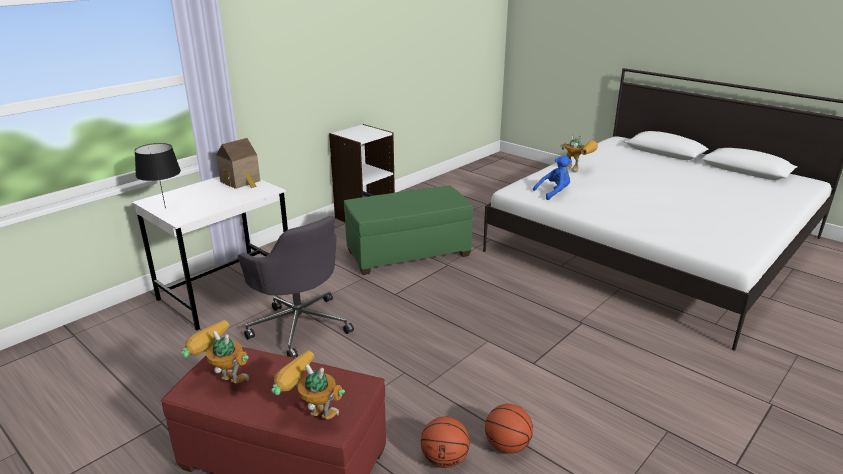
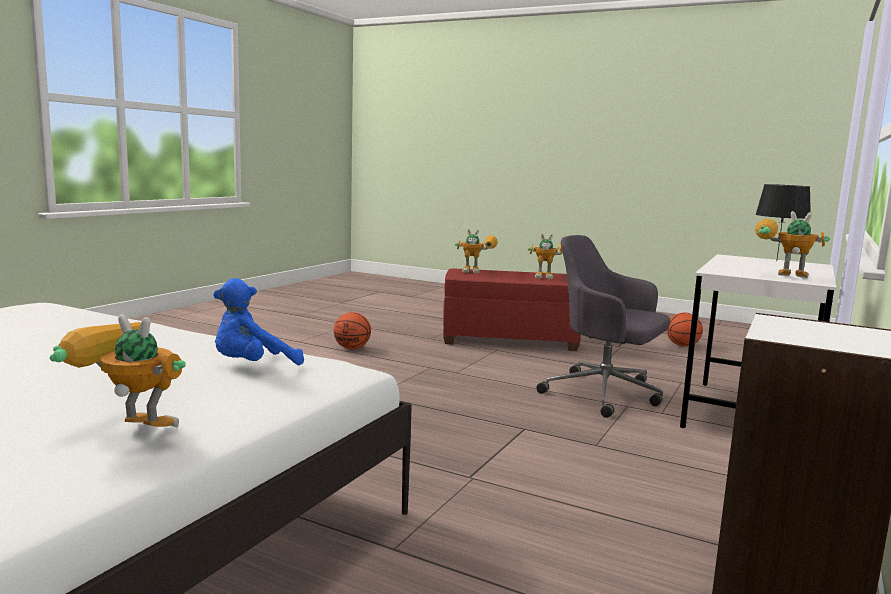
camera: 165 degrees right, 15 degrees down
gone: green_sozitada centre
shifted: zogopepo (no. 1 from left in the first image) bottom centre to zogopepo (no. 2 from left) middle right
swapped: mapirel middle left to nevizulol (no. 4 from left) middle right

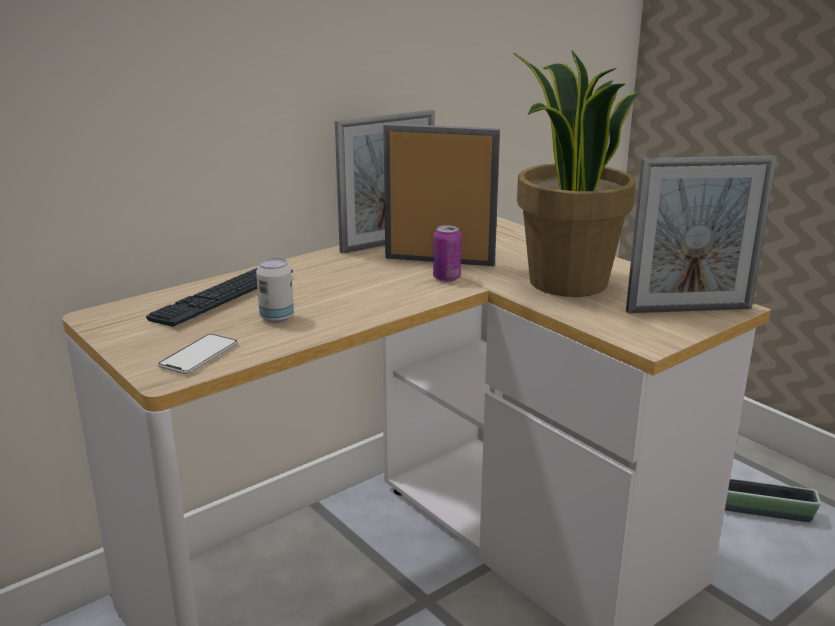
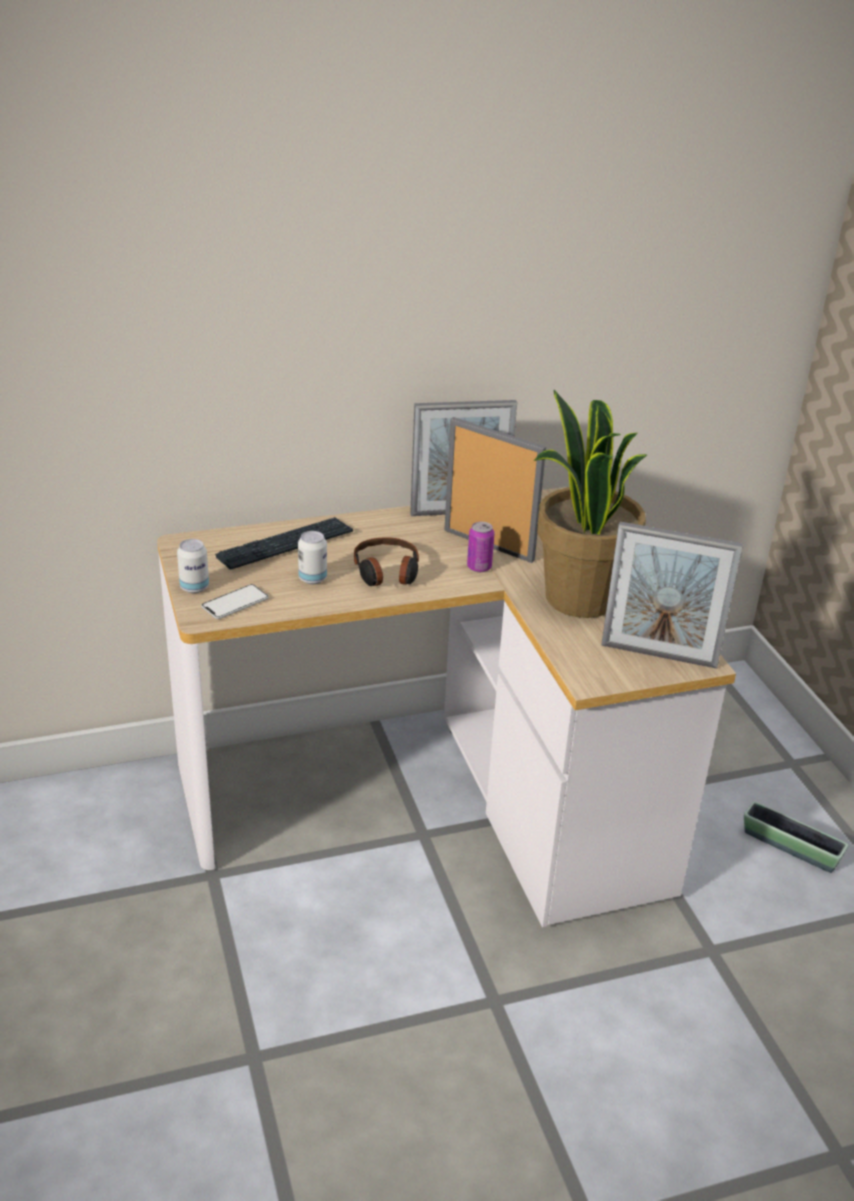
camera: 20 degrees right, 10 degrees up
new: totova (no. 1 from left) middle left; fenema centre

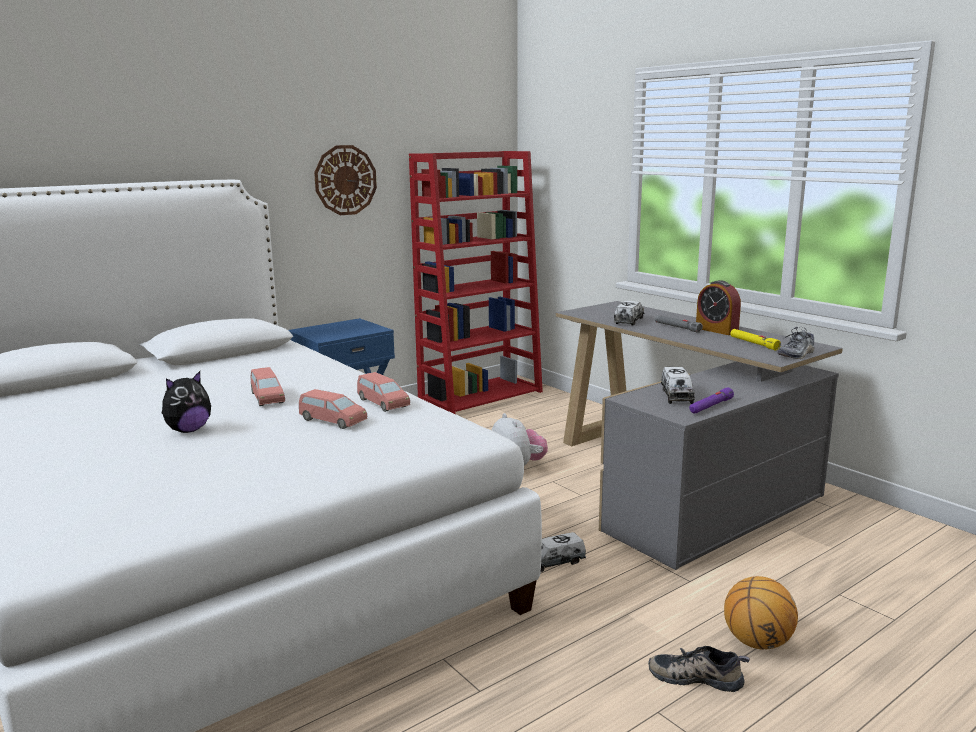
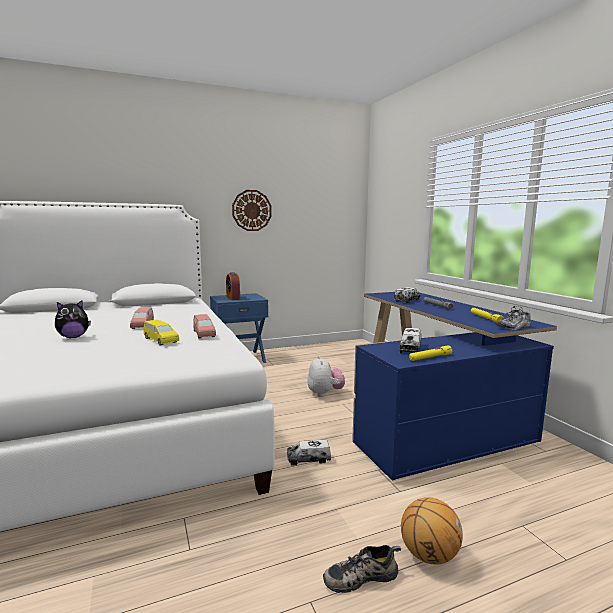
camera: 15 degrees right, 5 degrees down
gone: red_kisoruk centre
shifted: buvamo middle right to centre
repainted: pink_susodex (no. 2 from left) centre to yellow_susodex middle left; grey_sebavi middle right to blue_sebavi middle right; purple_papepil middle right to yellow_papepil (no. 1 from left) middle right
rotated: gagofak (no. 1 from left) bottom right = bottom centre 45 degrees counterclockwise

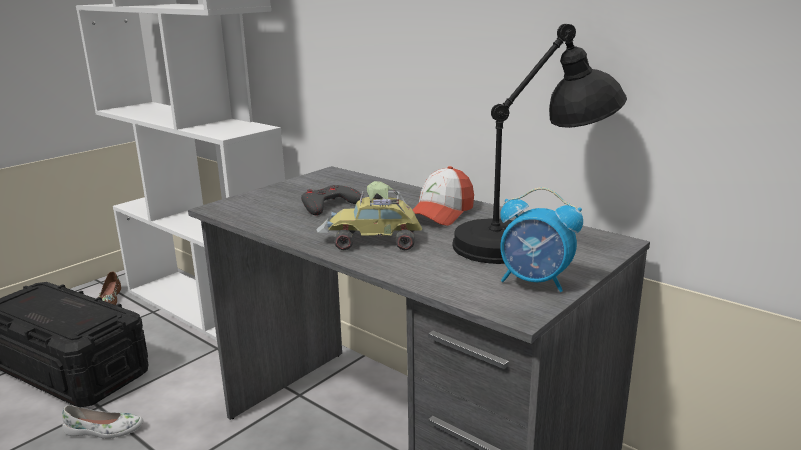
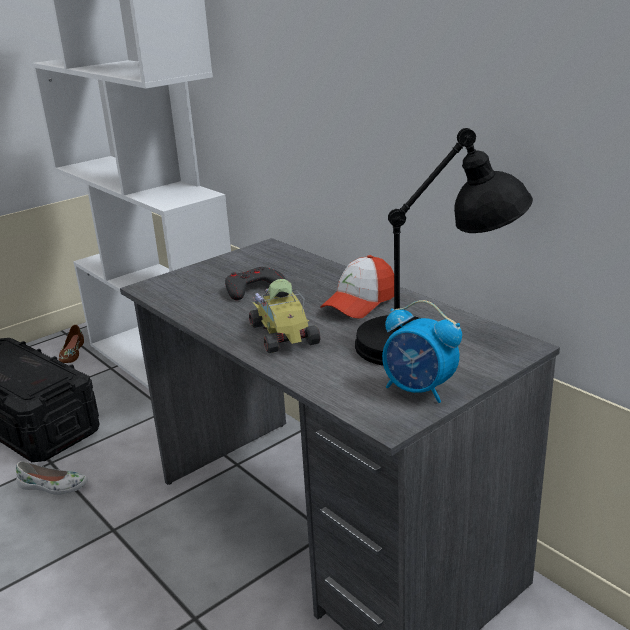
camera: 10 degrees right, 5 degrees up
rotated: susodex centre = centre 60 degrees clockwise

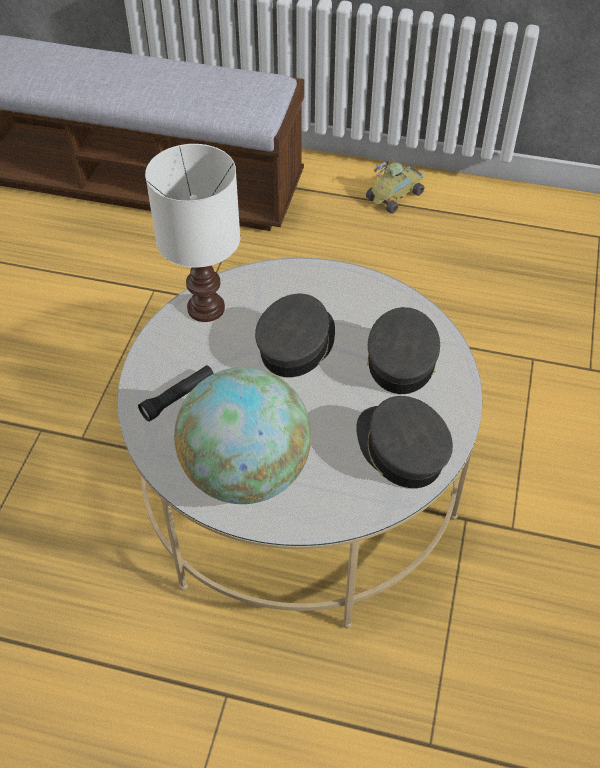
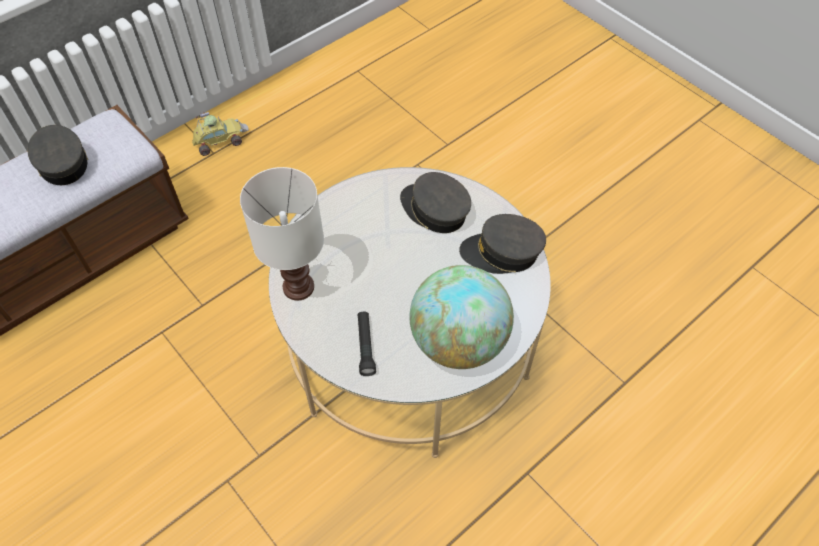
camera: 55 degrees left, 5 degrees up
shifted: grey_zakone (no. 1 from left) centre to top left
rotated: susodex top centre = top left 75 degrees clockwise

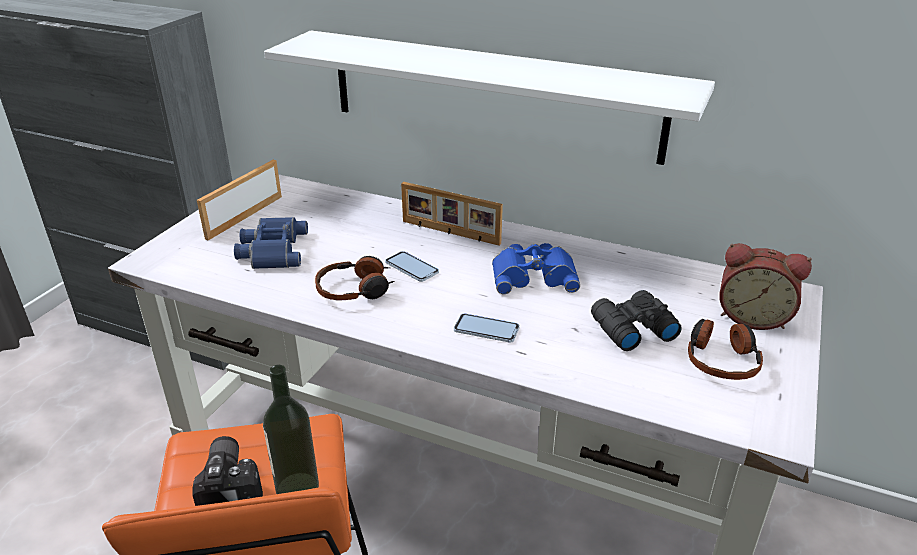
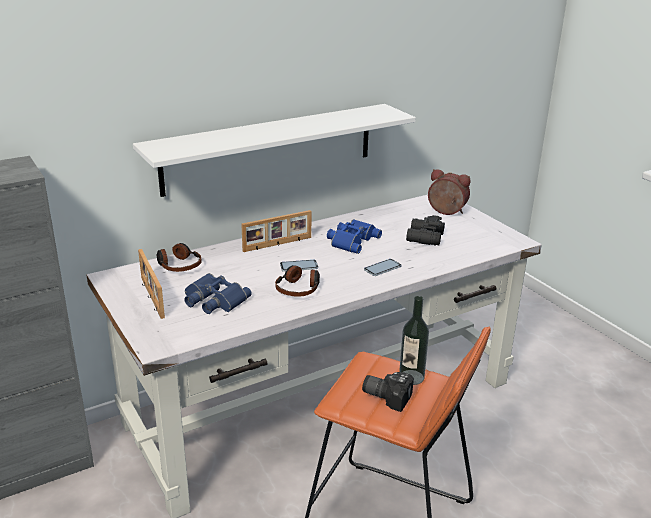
camera: 55 degrees left, 5 degrees down
shifted: fenema (no. 2 from left in the first image) middle right to fenema (no. 1 from left) middle left
rotated: buvamo middle right = middle right 120 degrees counterclockwise

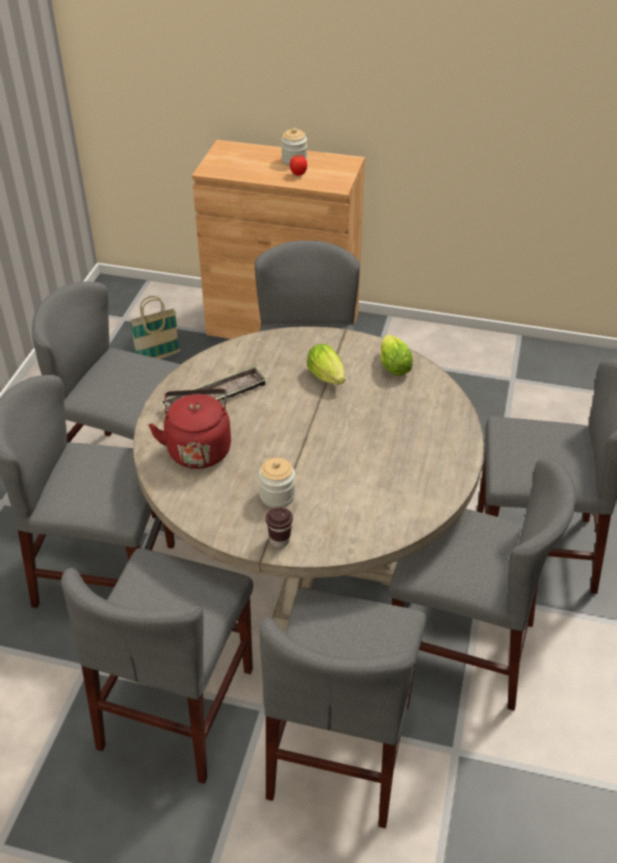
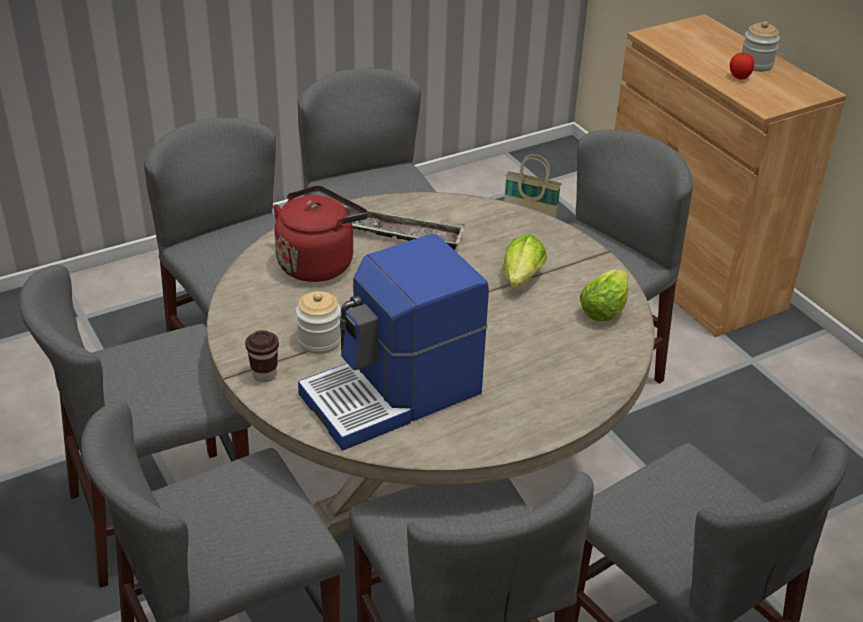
camera: 45 degrees right, 5 degrees down
new: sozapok centre

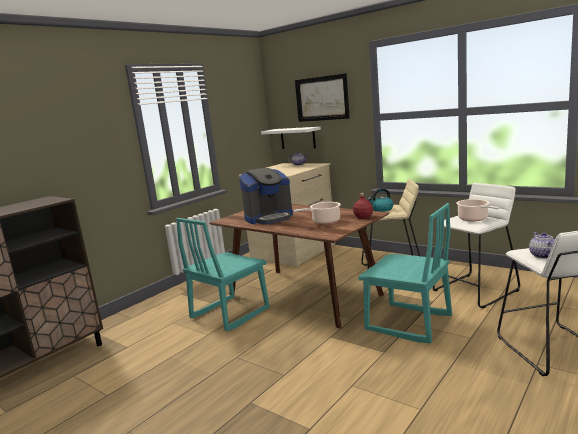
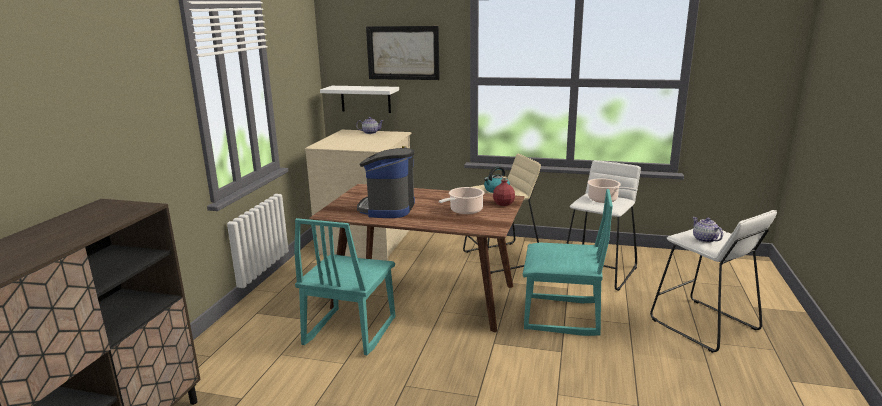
camera: 25 degrees left, 5 degrees up
rotated: sozapok centre = centre 150 degrees clockwise

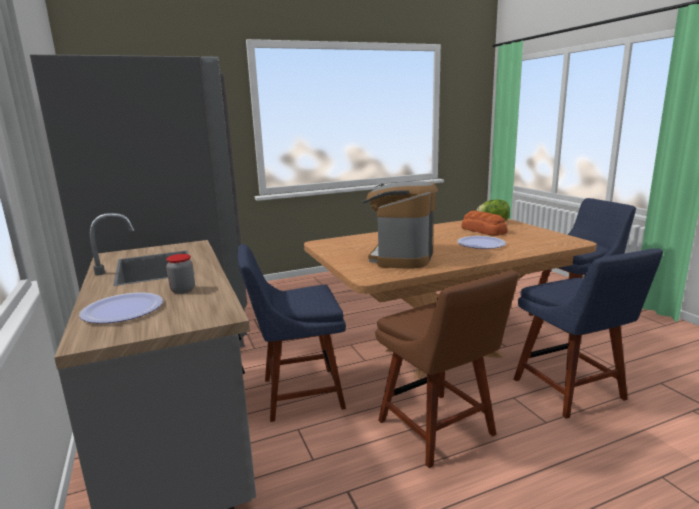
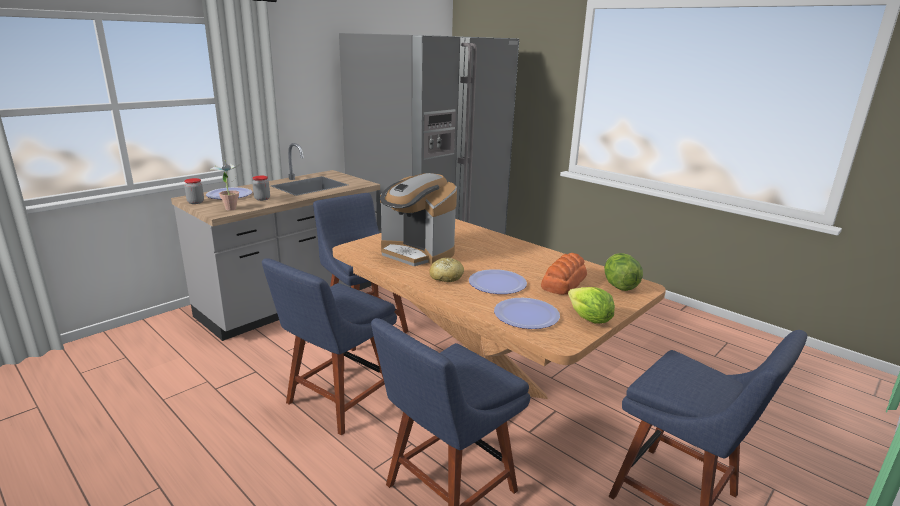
camera: 65 degrees right, 5 degrees up
new: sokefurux (no. 1 from left) middle left; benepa middle left; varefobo (no. 1 from left) centre; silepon (no. 3 from left) centre; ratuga (no. 1 from left) centre
repainted: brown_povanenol bottom centre to blue_povanenol (no. 1 from left) bottom centre
rotated: sozapok centre = centre 135 degrees counterclockwise

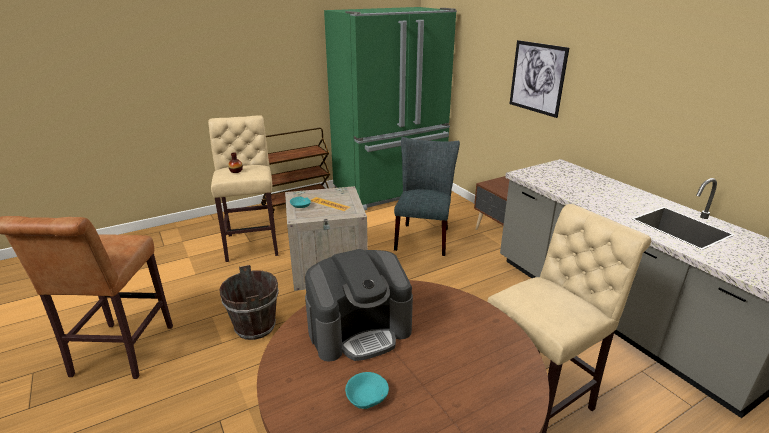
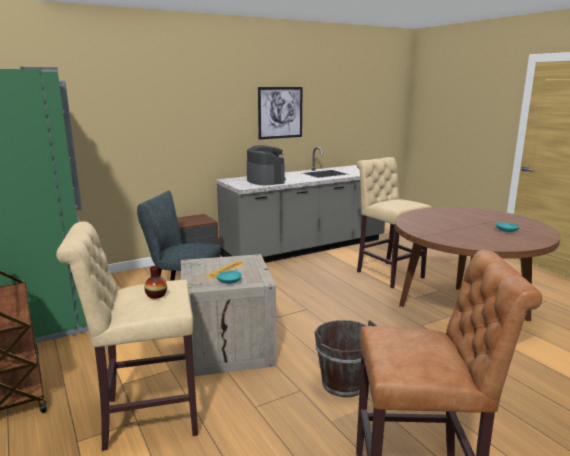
camera: 90 degrees left, 10 degrees down
shifted: sozapok bottom centre to centre; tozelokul top right to top centre

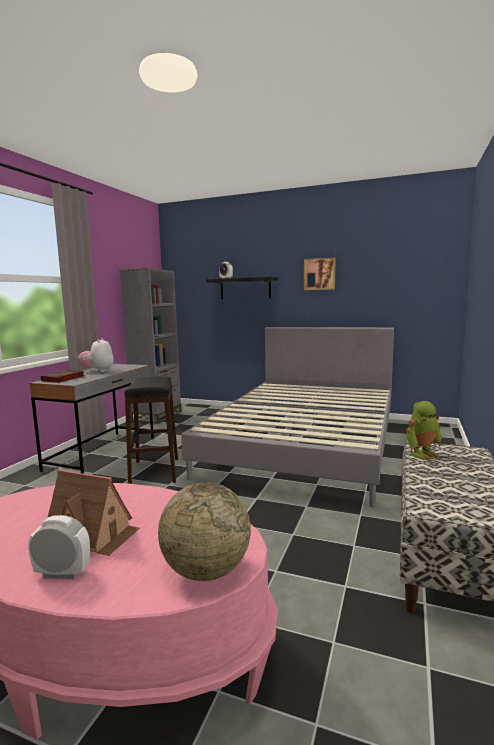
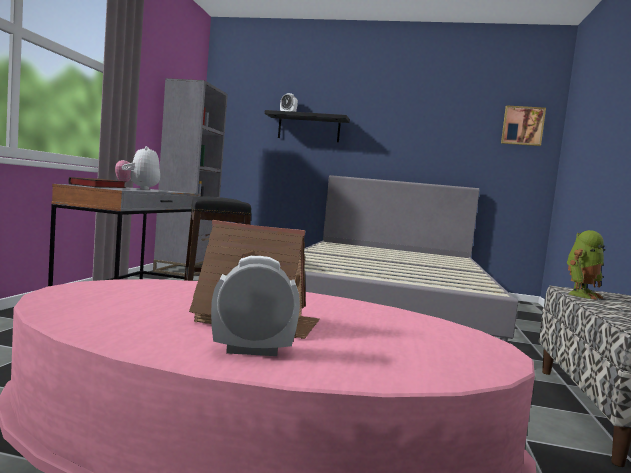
camera: 10 degrees left, 5 degrees down
gone: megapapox bottom centre
shifted: tozelokul centre to top right

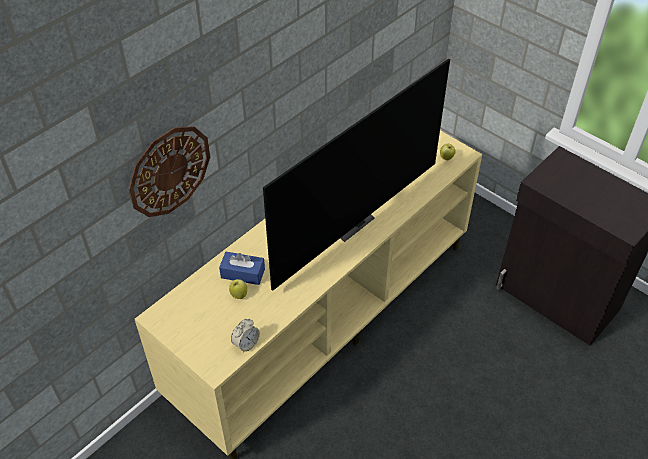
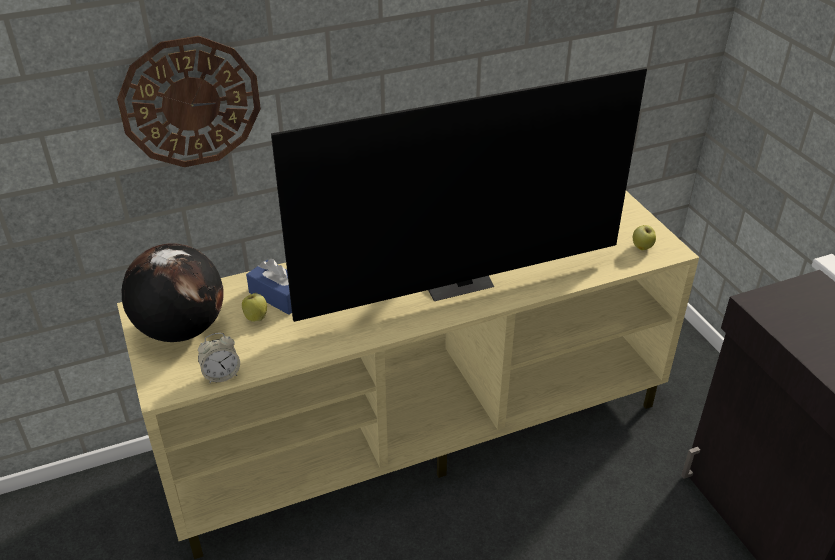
camera: 25 degrees right, 10 degrees down
new: megapapox middle left

